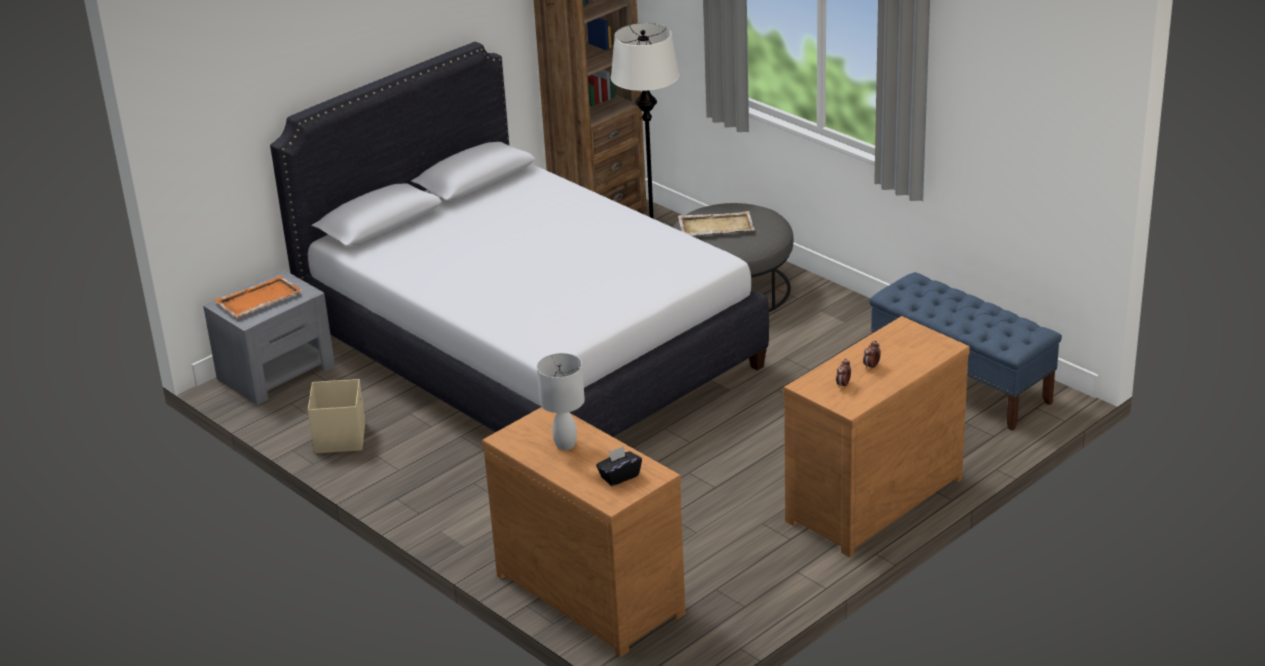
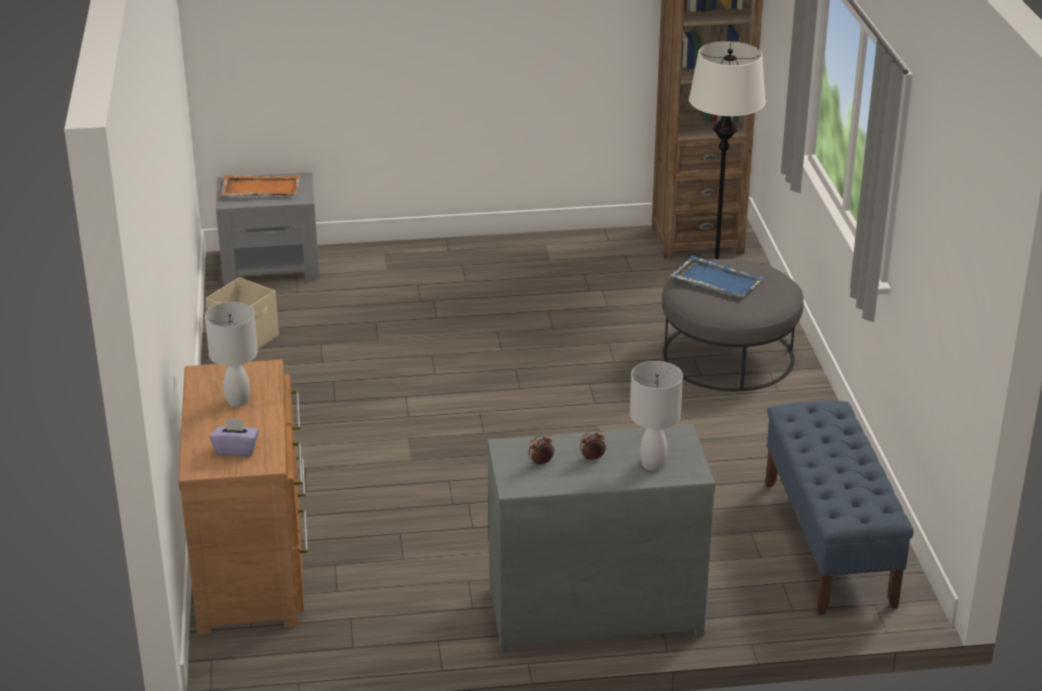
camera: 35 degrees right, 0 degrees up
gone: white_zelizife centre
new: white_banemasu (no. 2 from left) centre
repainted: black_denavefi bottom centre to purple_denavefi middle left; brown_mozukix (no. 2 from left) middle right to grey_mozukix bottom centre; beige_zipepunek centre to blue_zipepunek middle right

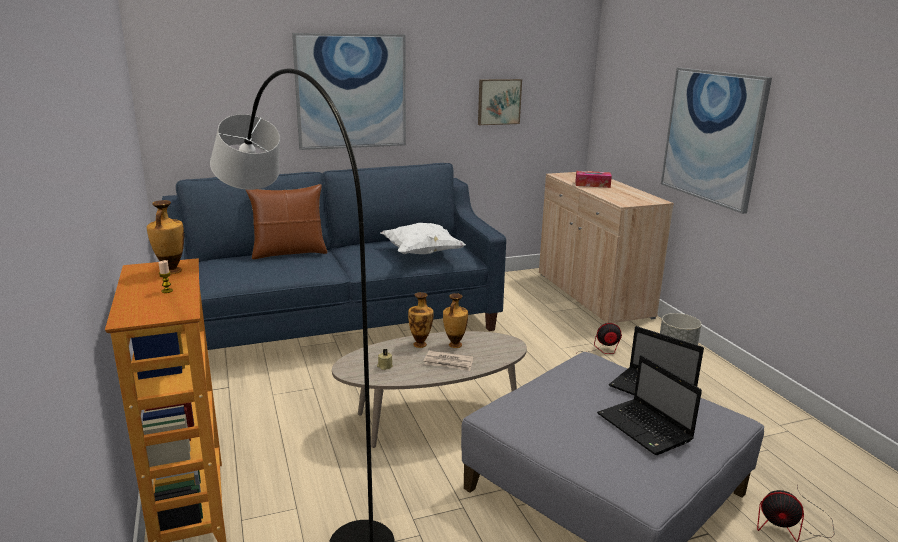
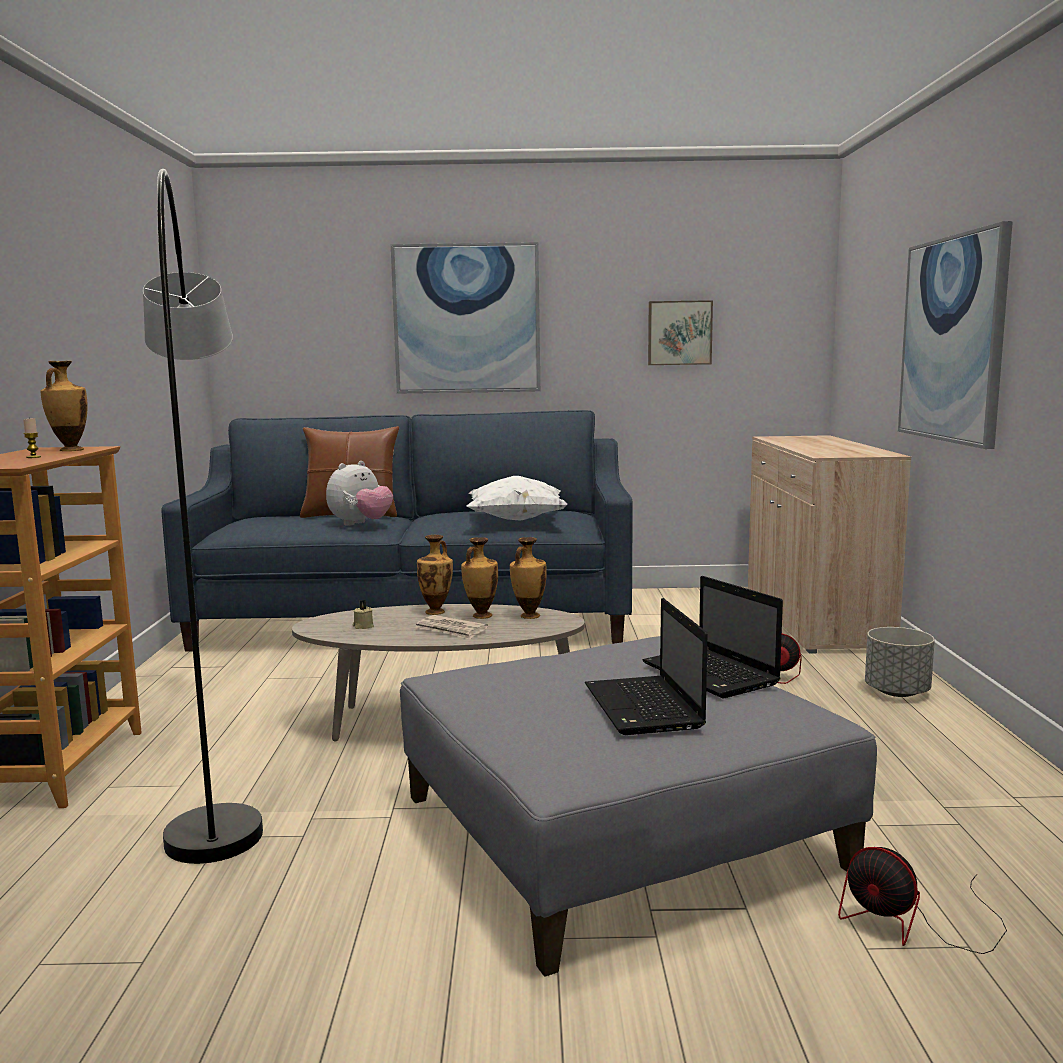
camera: 20 degrees right, 10 degrees down
gone: denavefi top centre
new: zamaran centre; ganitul (no. 4 from left) centre

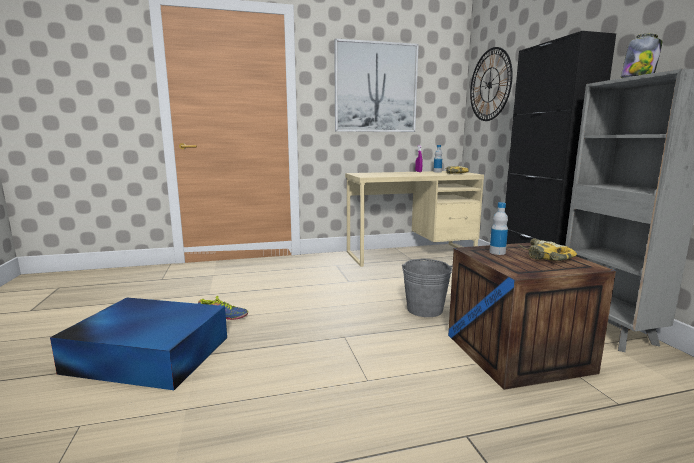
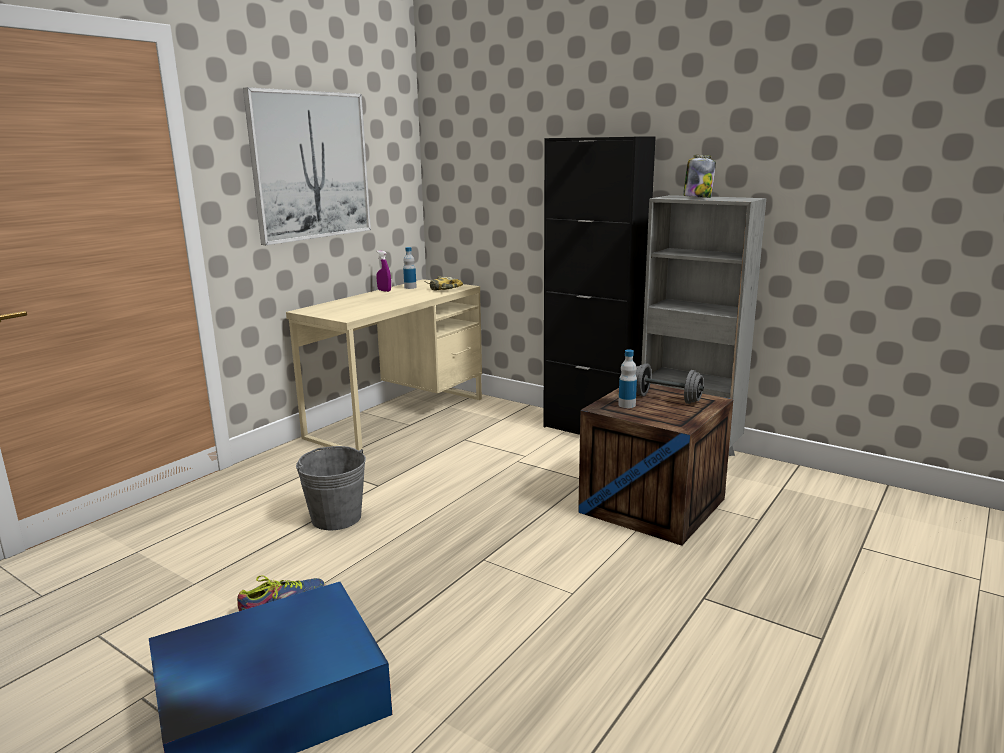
camera: 40 degrees left, 5 degrees up
gone: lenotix top right
shifted: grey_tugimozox centre to middle left
swapped: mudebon (no. 2 from left) middle right to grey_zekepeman middle right

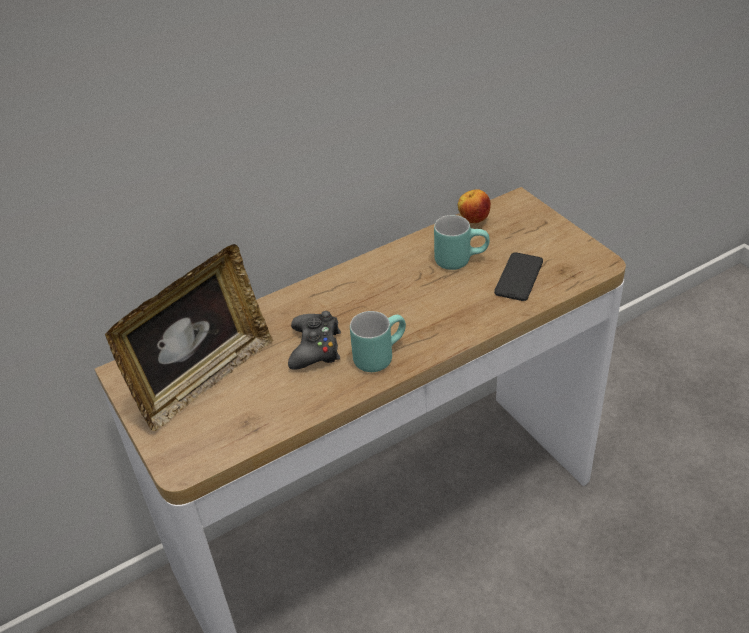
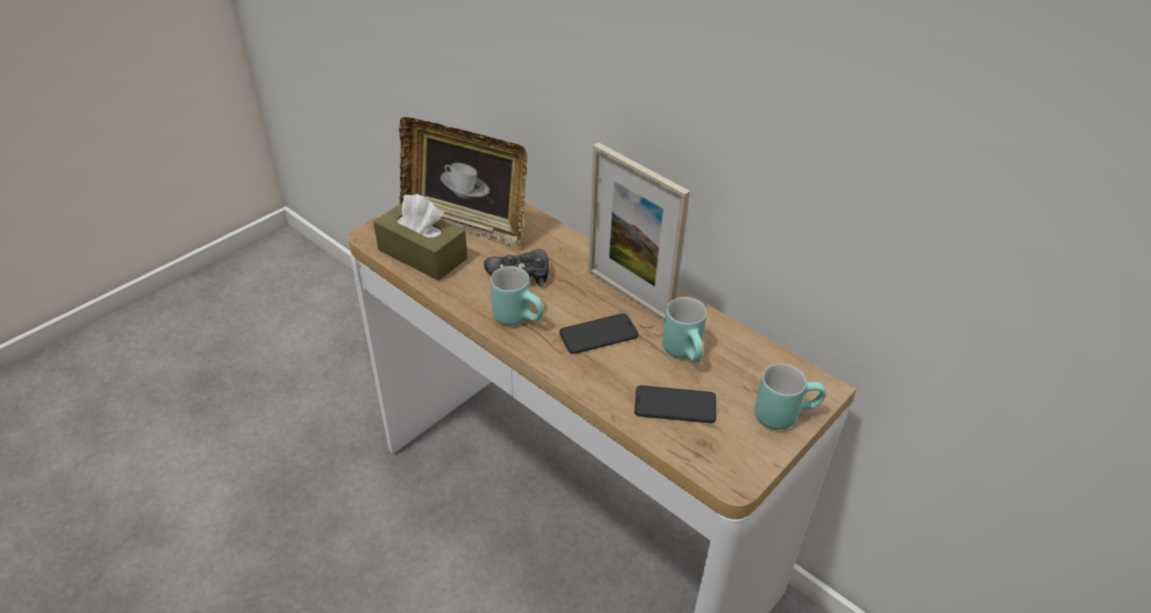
camera: 70 degrees right, 0 degrees up
gone: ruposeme top centre
new: brown_denavefi centre; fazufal (no. 1 from left) centre; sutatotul (no. 2 from left) centre; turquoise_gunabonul (no. 3 from left) middle right

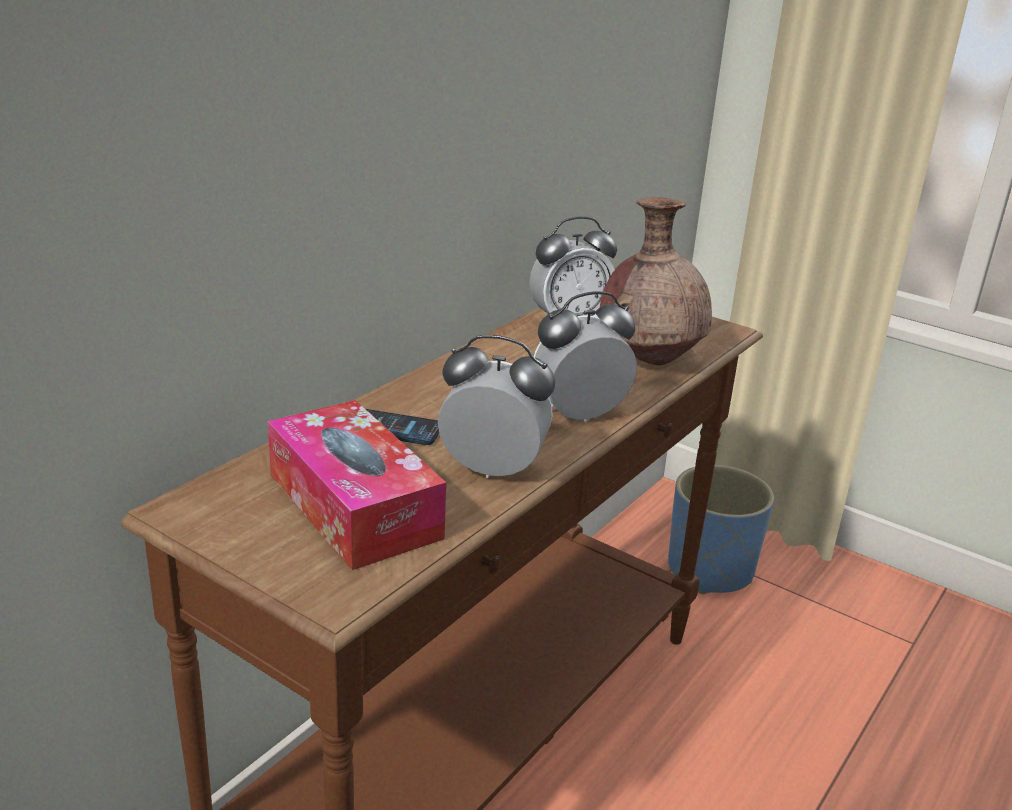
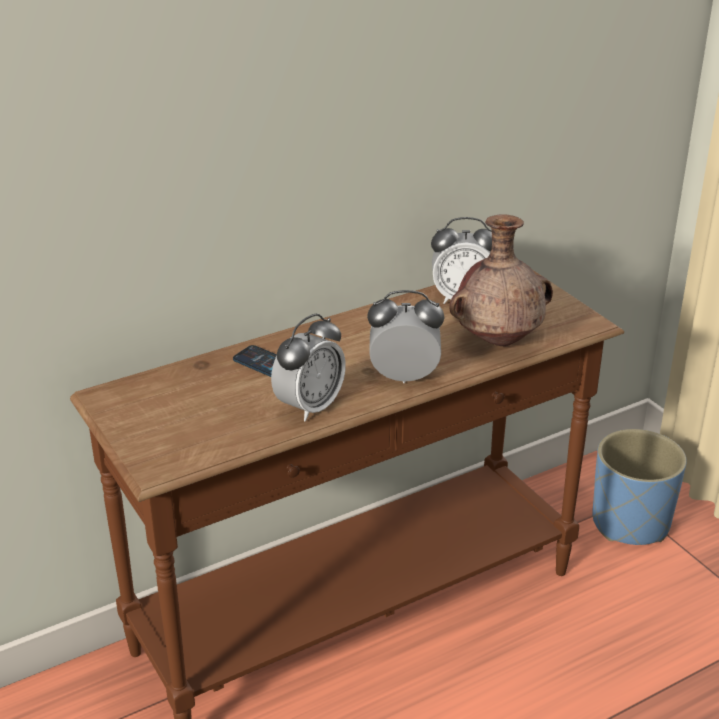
camera: 25 degrees right, 5 degrees up
gone: denavefi centre
rotated: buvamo (no. 1 from left) centre = centre 90 degrees clockwise

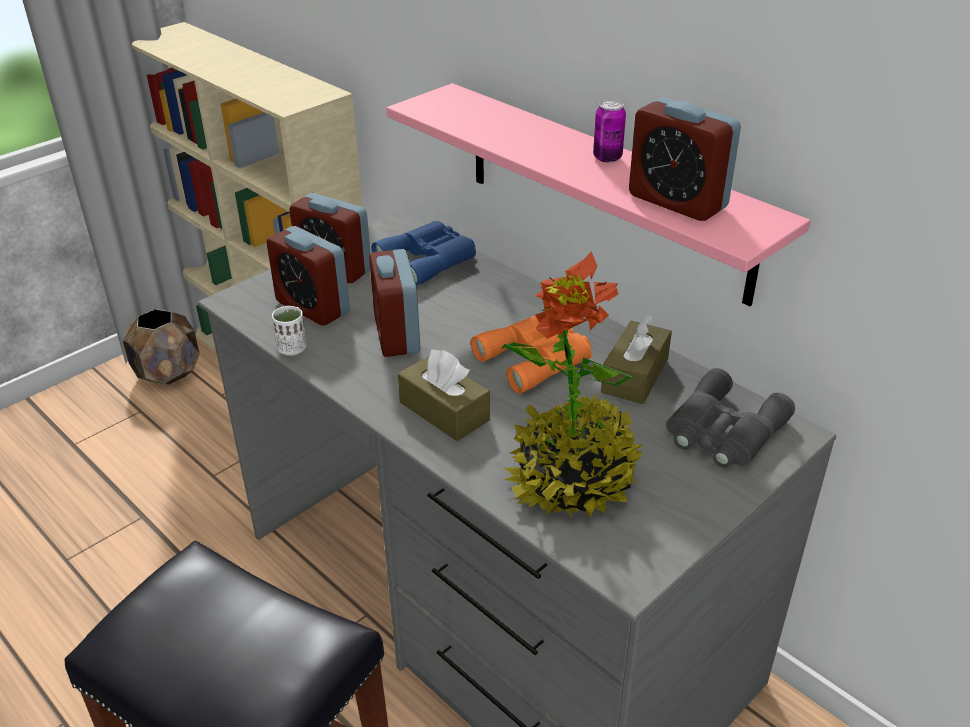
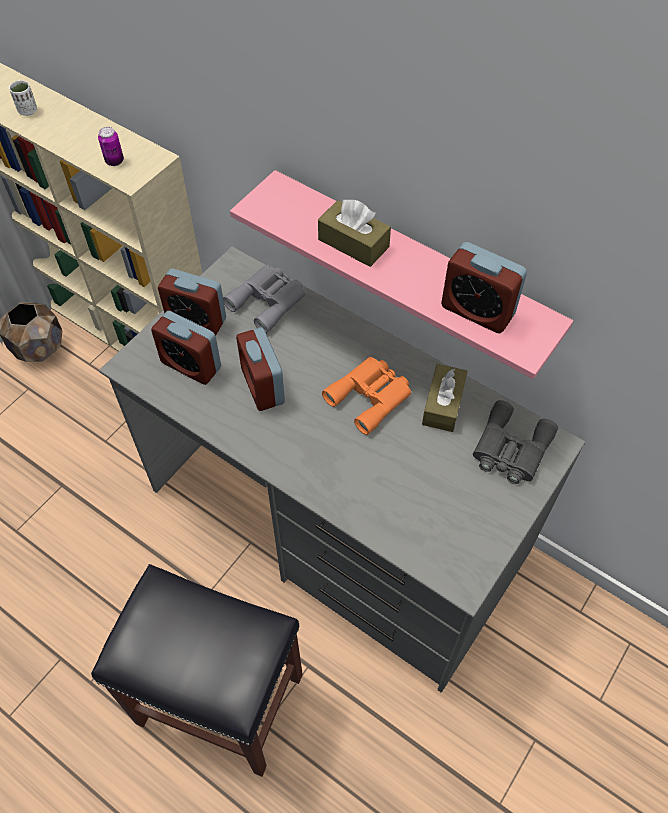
camera: 10 degrees left, 20 degrees up
gone: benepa centre
shifted: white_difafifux middle left to top left; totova top centre to top left; brown_denavefi (no. 1 from left) centre to top centre
repainted: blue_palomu centre to grey_palomu (no. 1 from left) centre

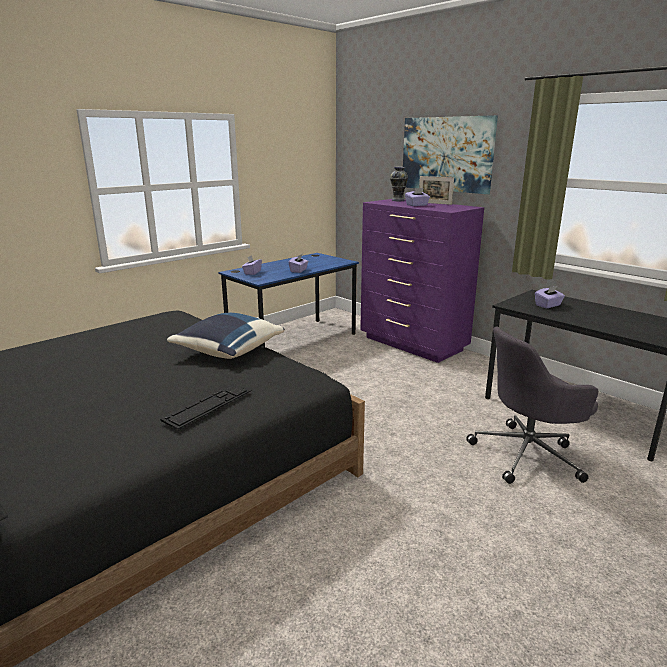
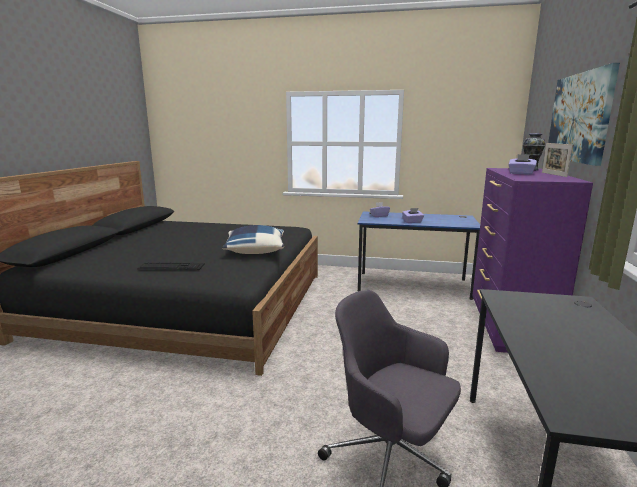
camera: 55 degrees right, 5 degrees down
gone: purple_denavefi (no. 4 from left) middle right

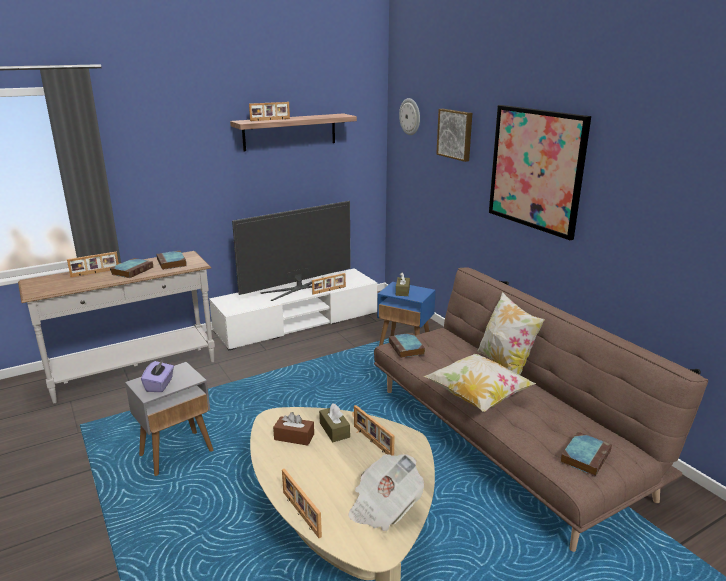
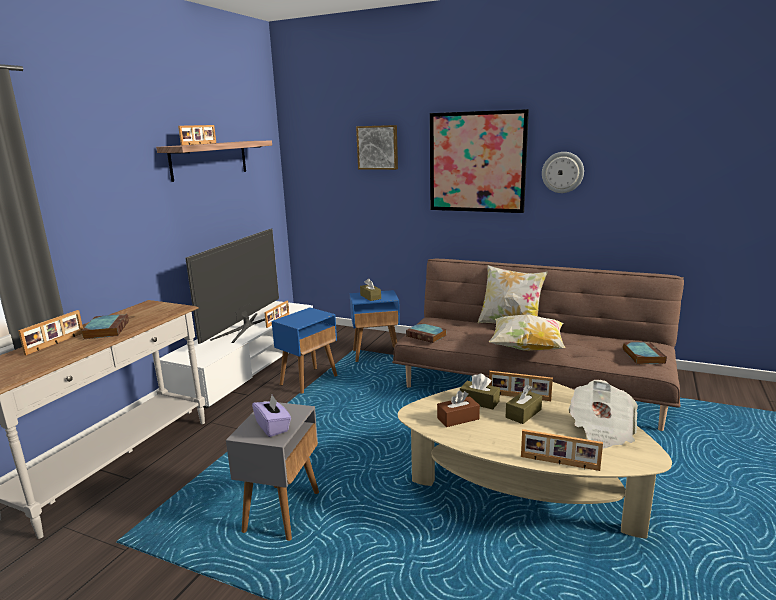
camera: 35 degrees left, 5 degrees down
gone: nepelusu (no. 2 from left) middle left
new: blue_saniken (no. 1 from left) centre; brown_denavefi (no. 4 from left) bottom right
shifted: lenotix top centre to top right

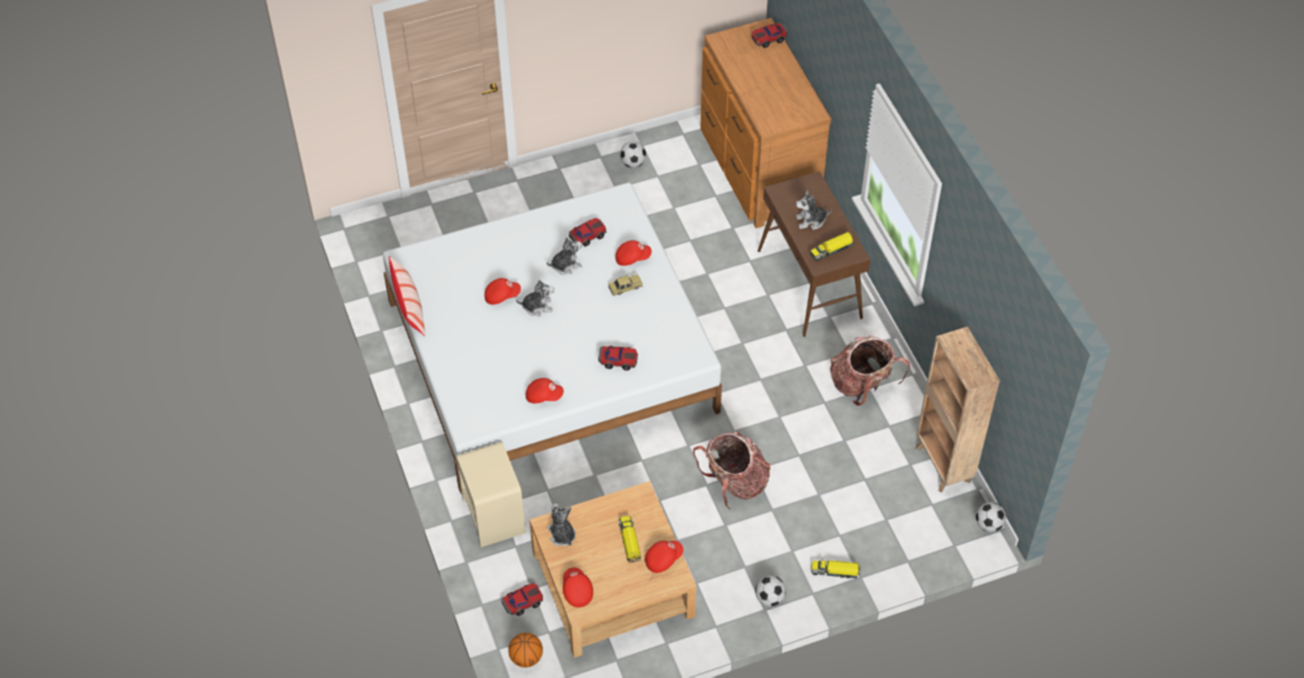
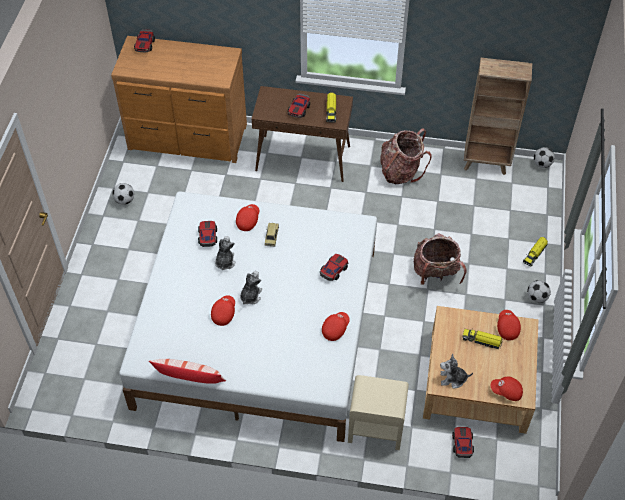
camera: 60 degrees left, 0 degrees up
gone: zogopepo bottom centre
swapped: zamaran (no. 4 from left) top centre to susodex (no. 4 from left) top centre

